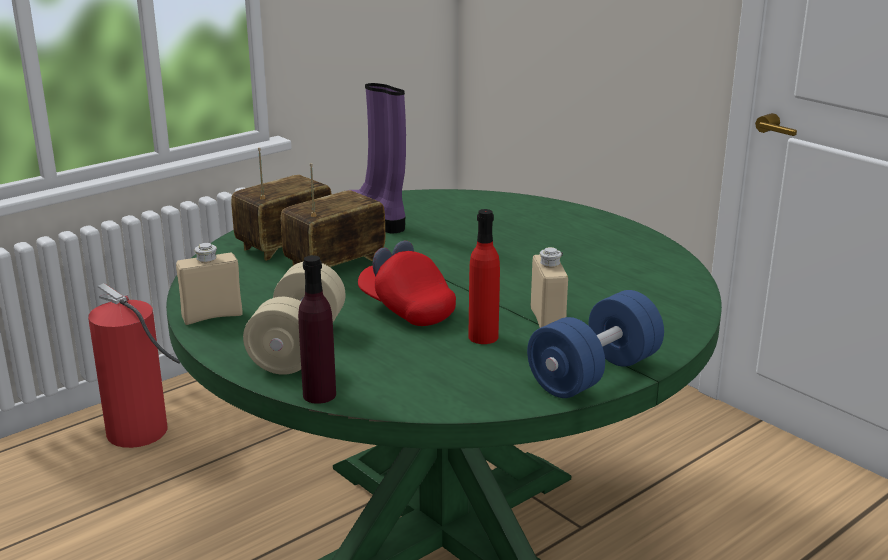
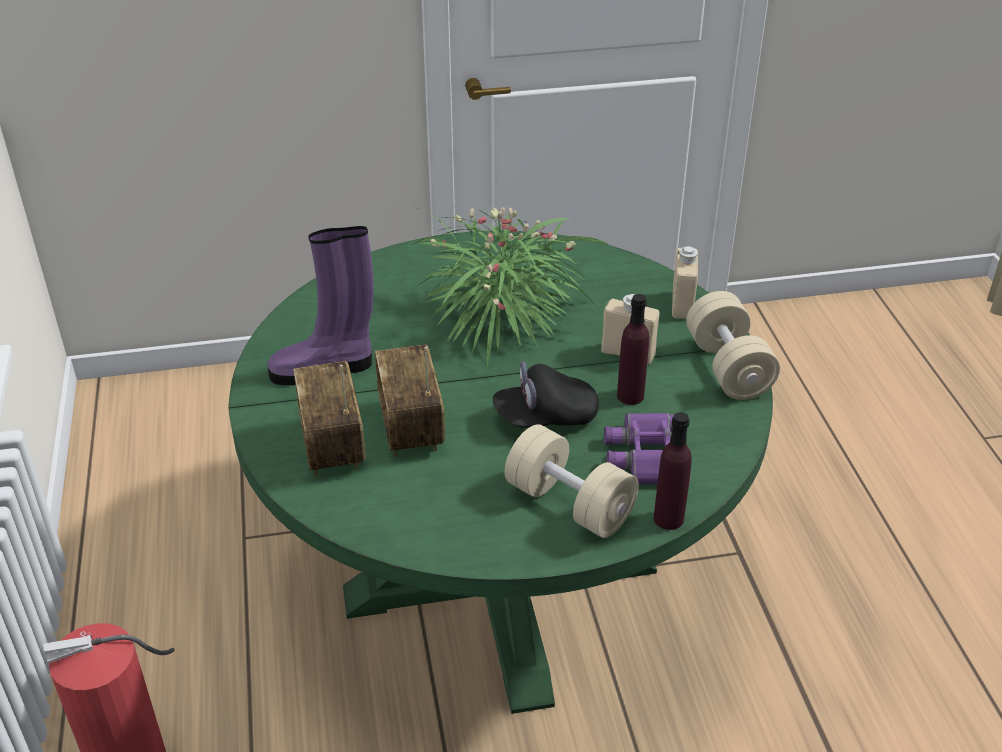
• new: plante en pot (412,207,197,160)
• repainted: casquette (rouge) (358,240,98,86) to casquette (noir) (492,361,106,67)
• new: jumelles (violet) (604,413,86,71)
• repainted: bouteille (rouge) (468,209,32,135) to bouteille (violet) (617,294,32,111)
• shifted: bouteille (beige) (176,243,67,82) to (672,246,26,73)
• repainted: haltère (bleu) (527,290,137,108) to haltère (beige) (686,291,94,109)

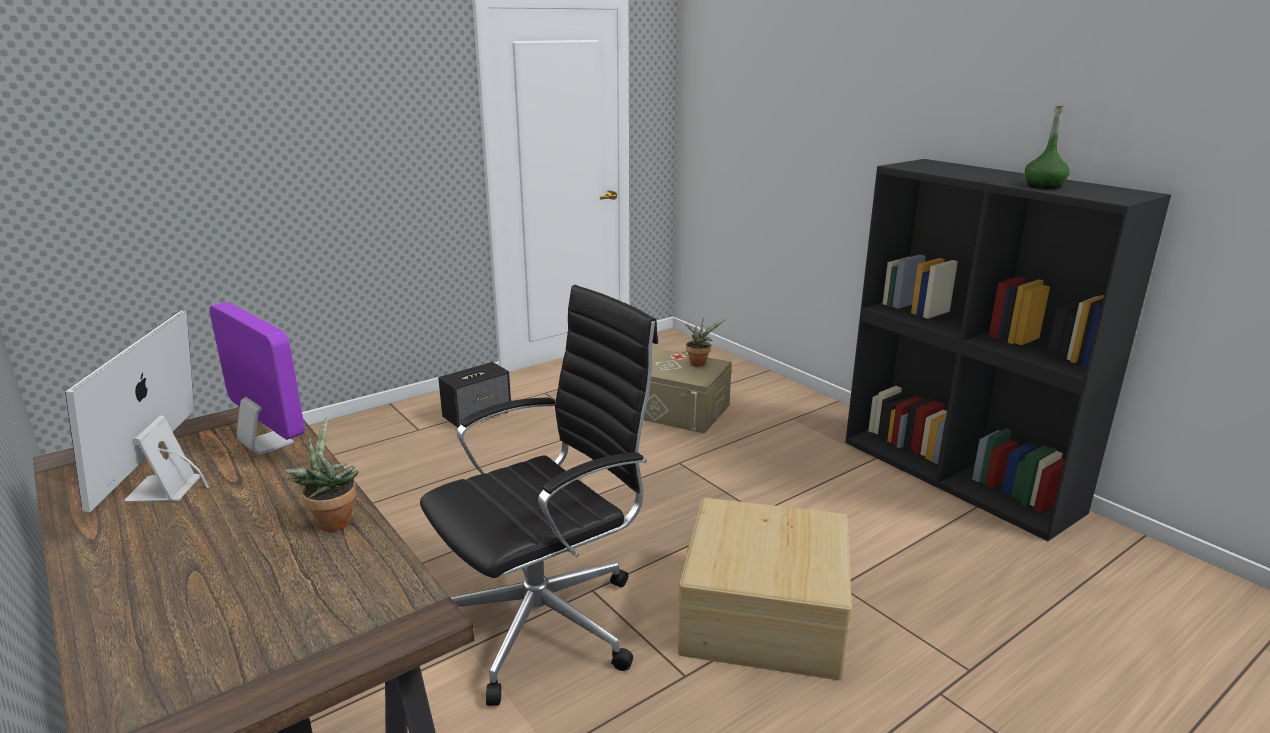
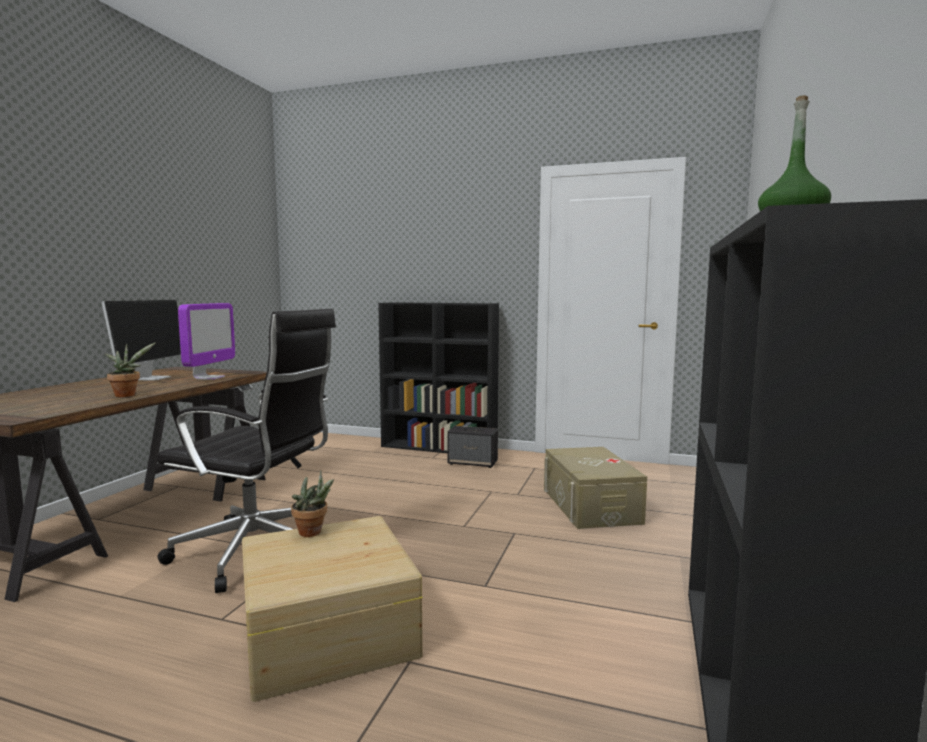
• rotated: écran d'ordinateur (65,310,144,202) = (102,300,79,81) 135 degrees clockwise
• shifted: plante en pot (685,318,42,49) to (291,470,43,67)
• new: bibliothèque (noir) (378,302,121,151)

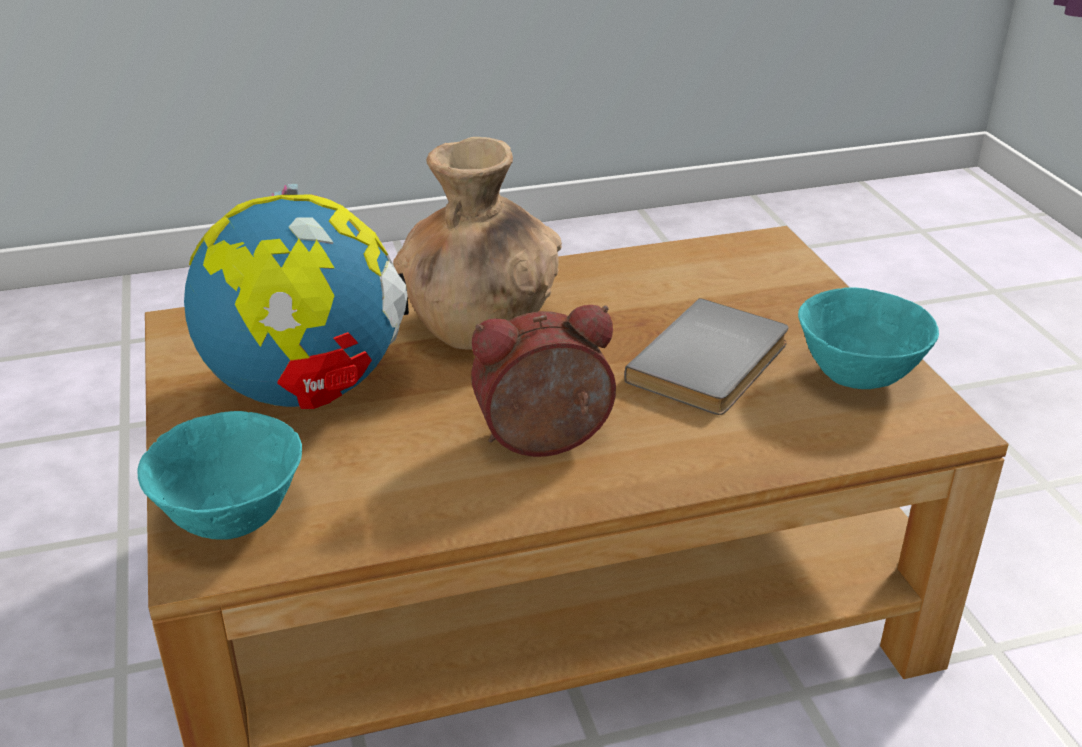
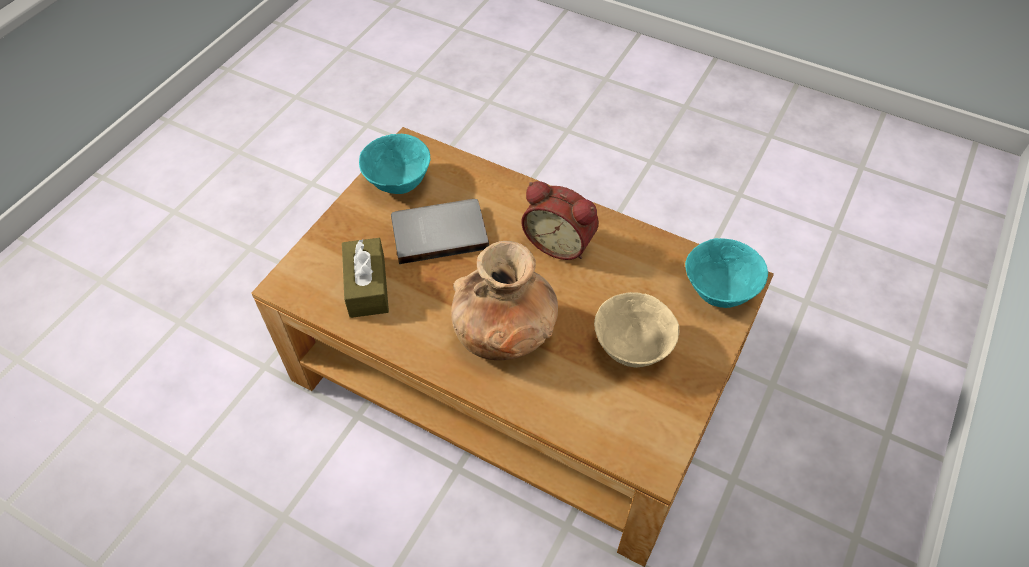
• new: boîte à mouchoirs (marron) (342,238,47,80)
• swapped: globe (184,184,225,225) to bol (beige) (594,292,86,75)

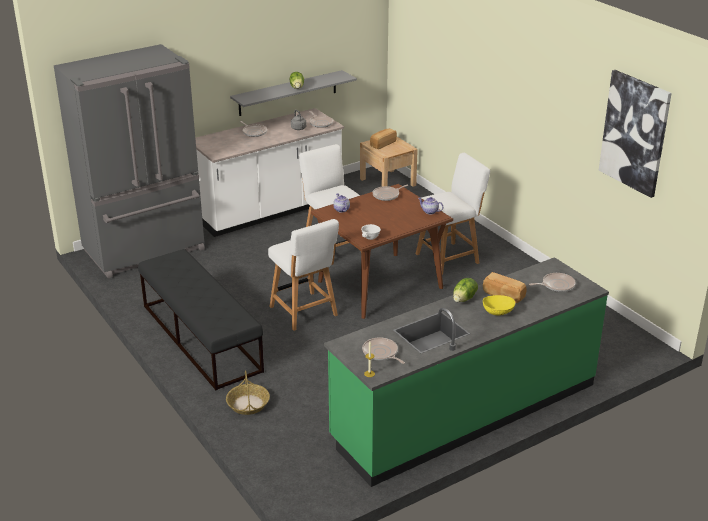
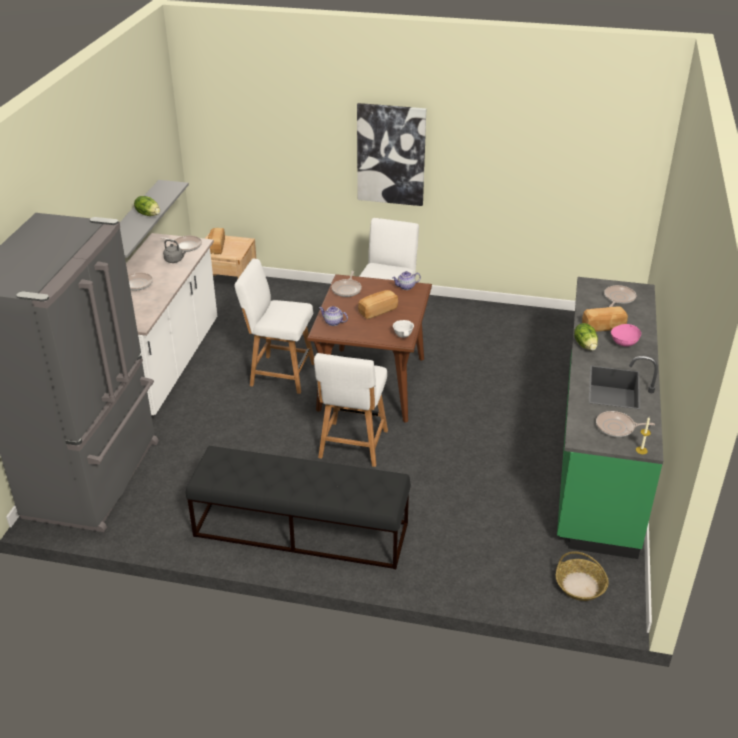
• rotated: chaise (blanc) (268,219,71,112) = (314,353,74,114) 90 degrees clockwise
• shifted: tableau (599,70,73,128) to (357,103,69,103)
• new: pain (358,290,40,29)
• shifted: panier (226,370,44,45) to (556,551,53,50)
• repainted: bol (jaune) (483,295,32,20) to bol (rose) (611,324,30,22)

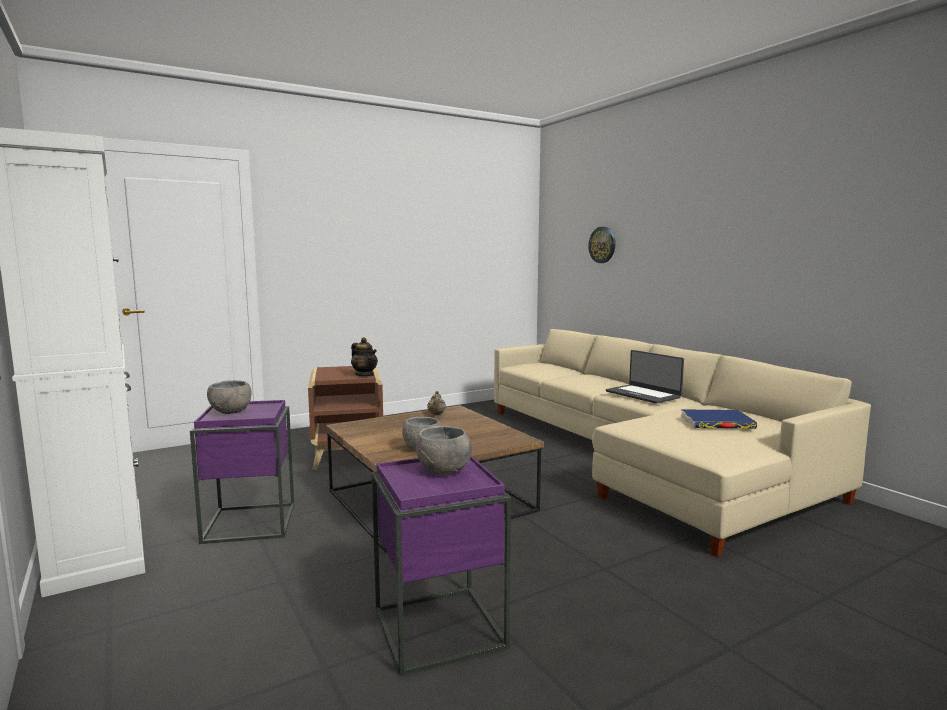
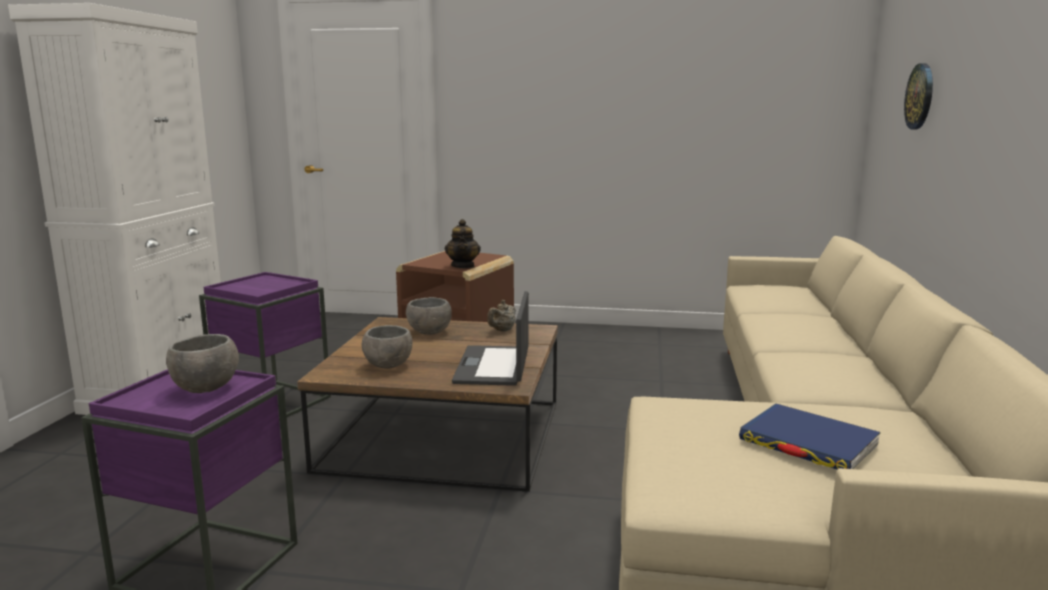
• shifted: bol (gris) (207,380,44,34) to (406,297,46,38)
• shifted: ordinateur portable (606,350,78,54) to (452,291,77,95)

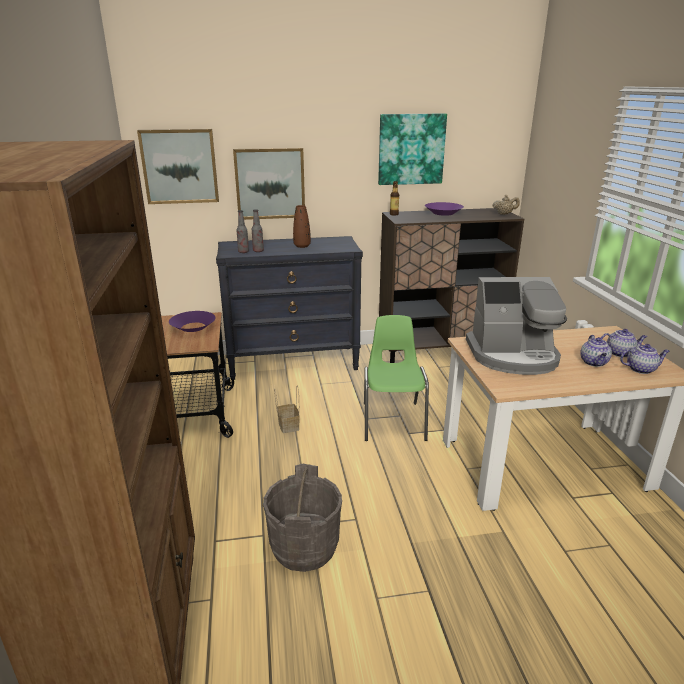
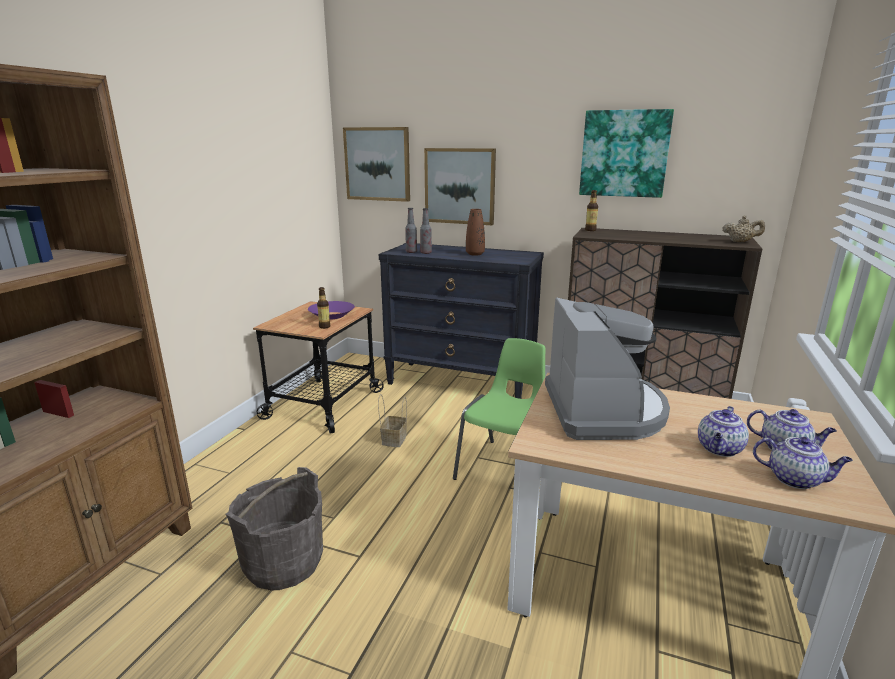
• new: bouteille (317,287,13,42)
• rotated: machine à café (466,277,101,98) = (545,297,125,143) 120 degrees counterclockwise
• gone: bol (violet) (425,202,39,14)

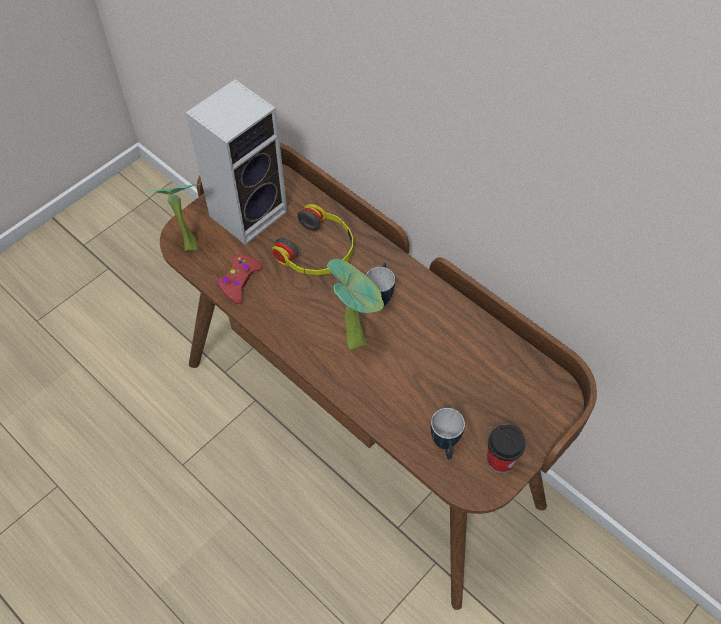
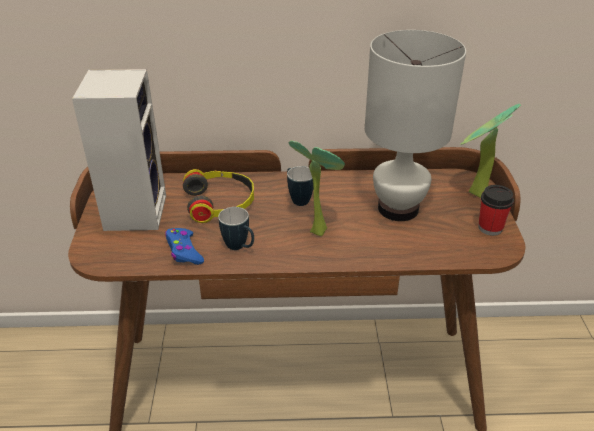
• repainted: manette (rouge) (217,254,46,50) to manette (bleu) (165,228,39,37)
• shifted: mug (431,408,34,52) to (218,207,36,43)
• new: lampe de table (blanc) (365,30,101,191)
• shifted: plante en pot (141,184,60,67) to (460,104,61,94)

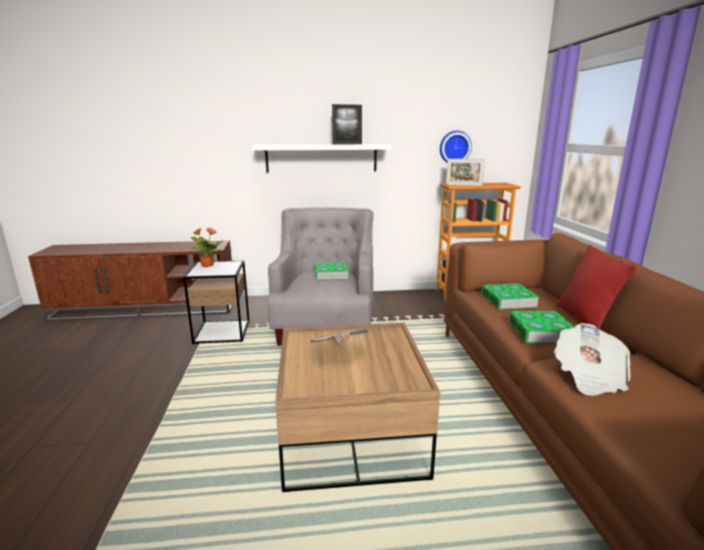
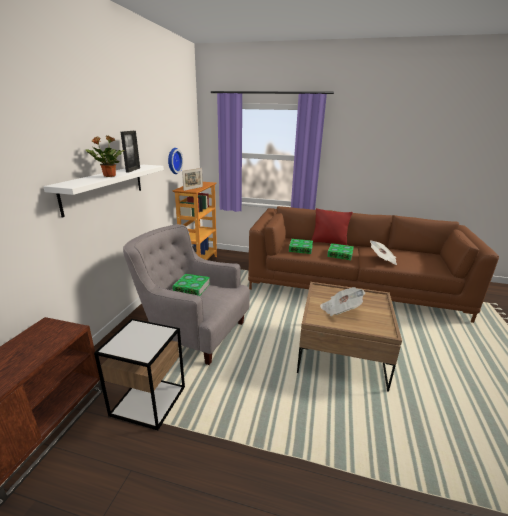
• shifted: plante en pot (188,228,35,39) to (86,136,38,41)

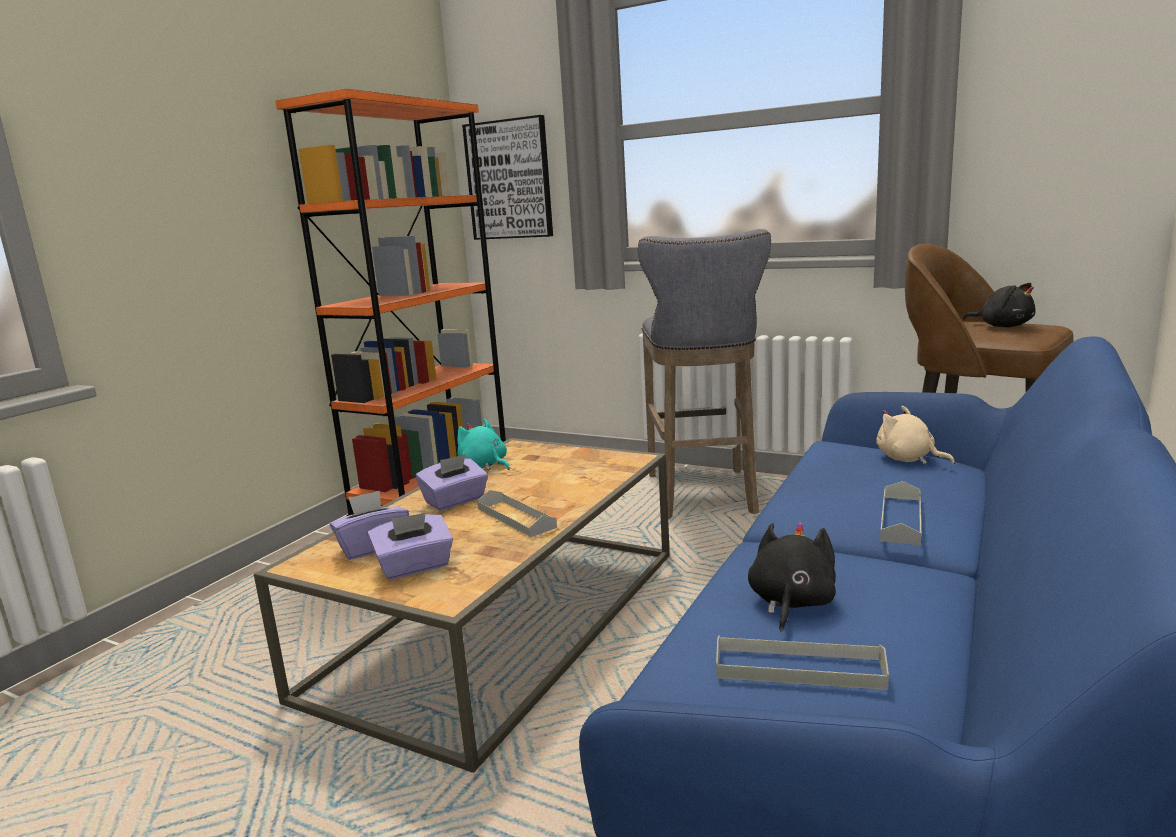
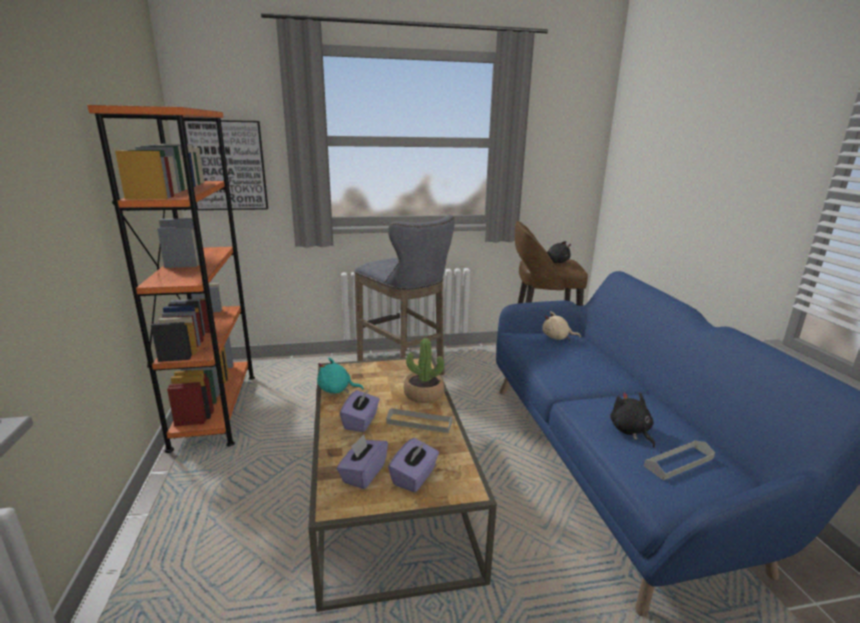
• new: plante en pot (404,338,40,65)
• gone: plateau (gris) (880,481,42,64)

